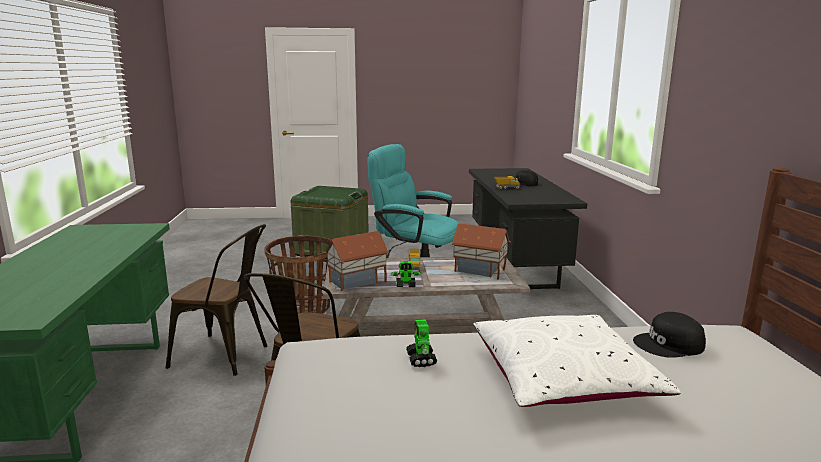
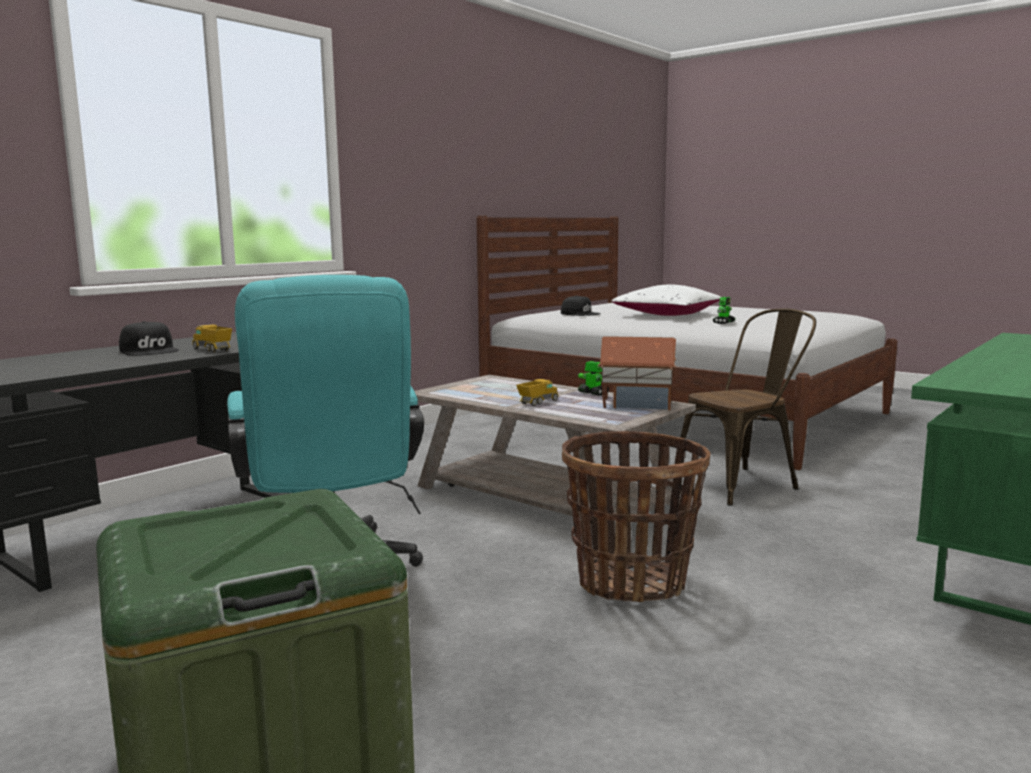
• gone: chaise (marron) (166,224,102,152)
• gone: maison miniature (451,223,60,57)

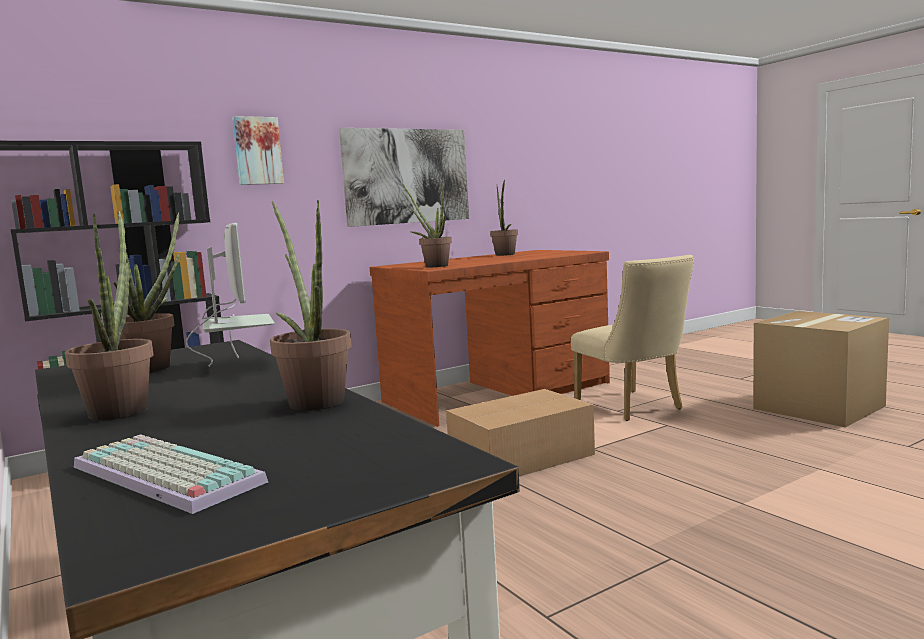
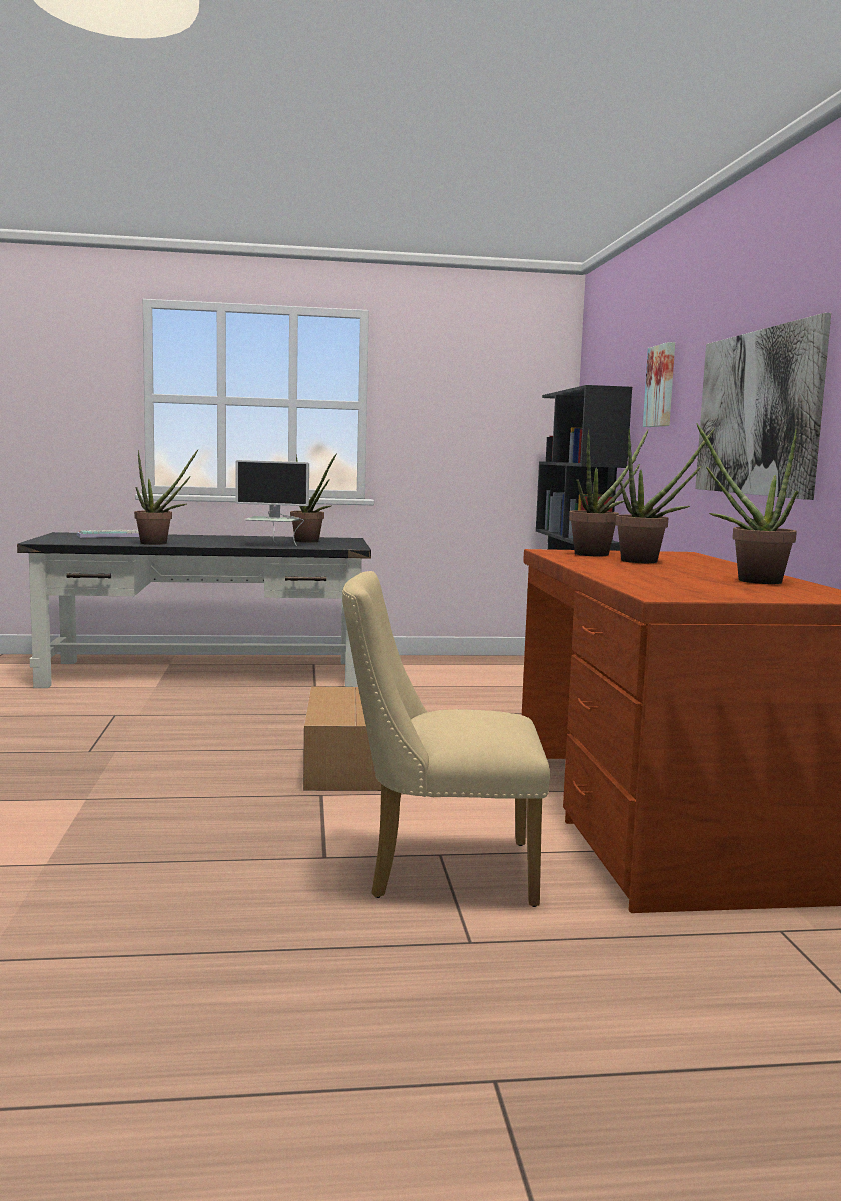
• shifted: plante en pot (65,211,88,209) to (615,428,100,135)
• gone: carton (753,311,136,117)

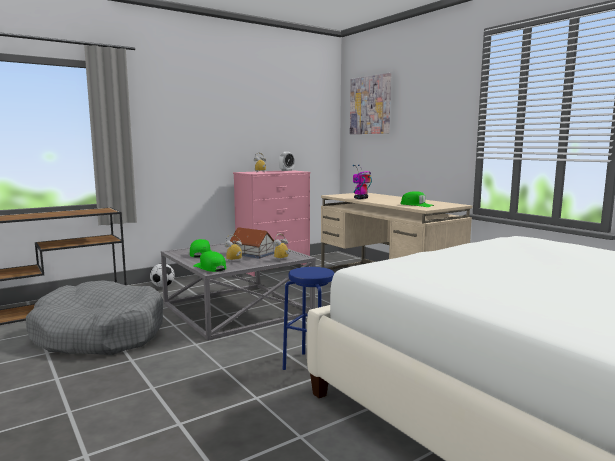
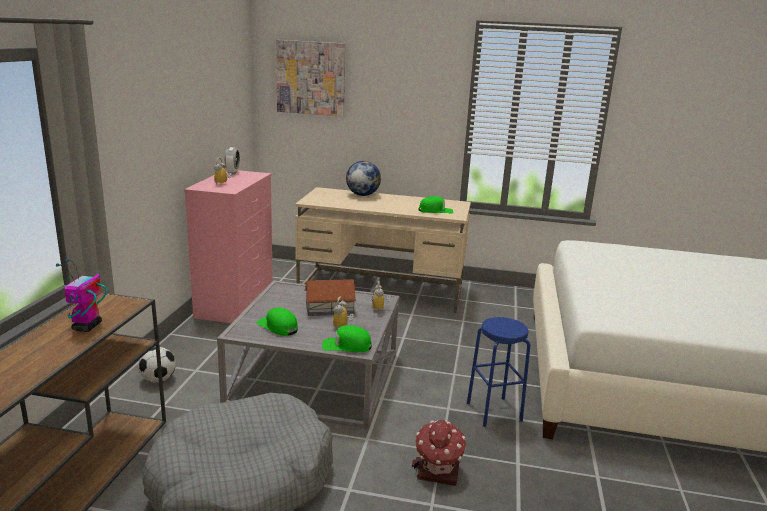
• shifted: robot jouet (353,165,19,34) to (56,259,51,73)
• new: globe (346,161,35,35)
• new: maison miniature (412,420,54,66)

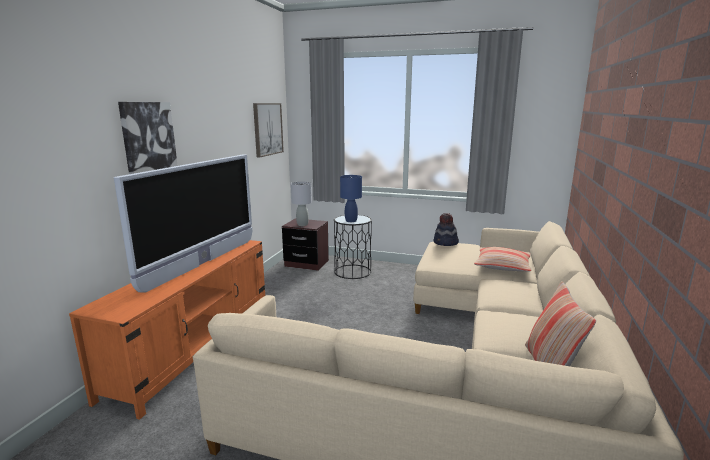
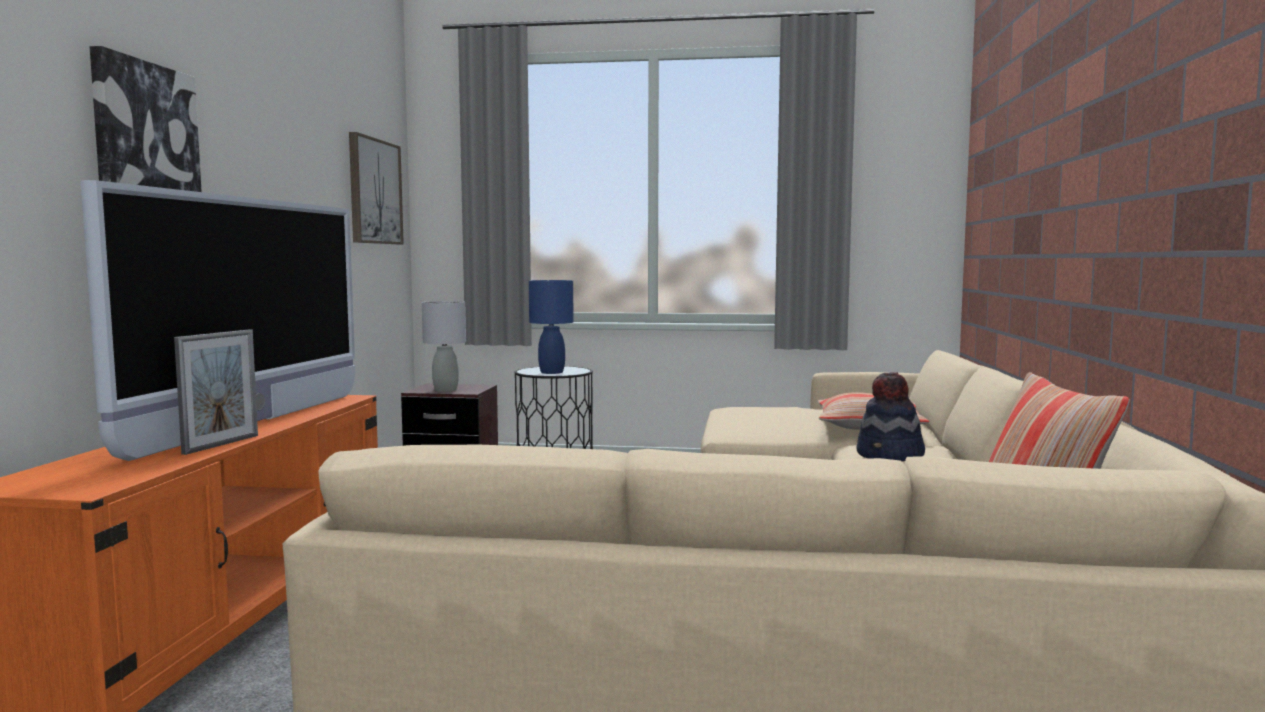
• new: cadre photo (174,330,84,125)
• shifted: chapeau (434,213,25,33) to (857,372,68,89)

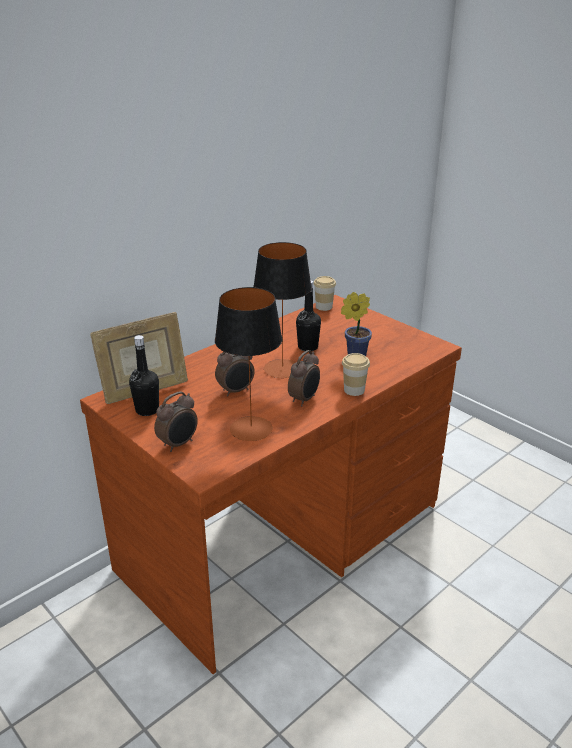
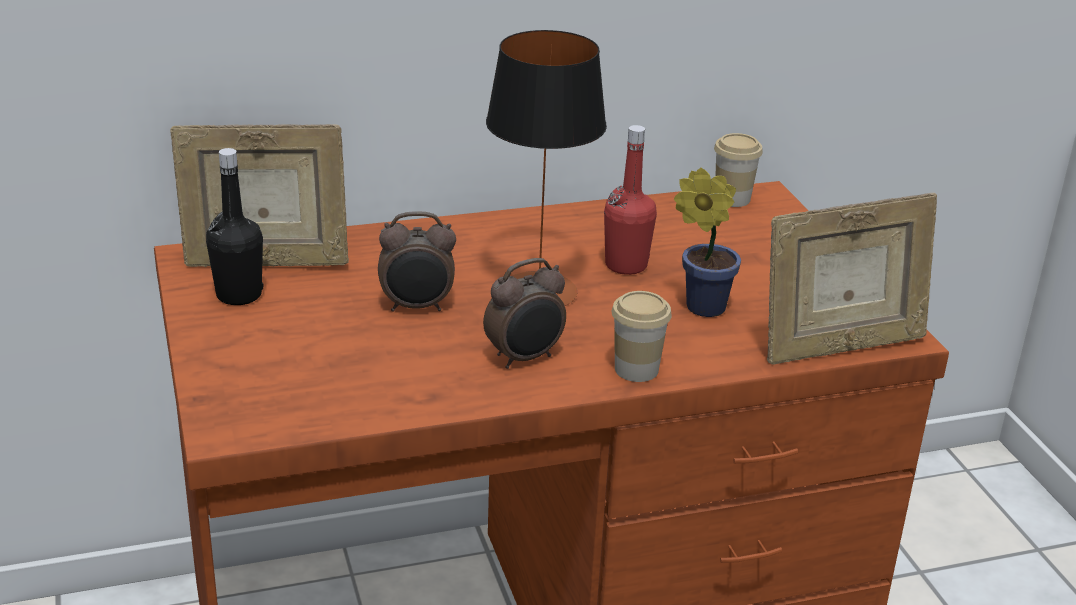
• repainted: bouteille (noir) (296,280,25,71) to bouteille (rouge) (604,125,53,150)
• new: cadre photo (767,193,170,171)
• gone: réveil (154,391,44,61)
• gone: lampe de table (215,287,67,154)

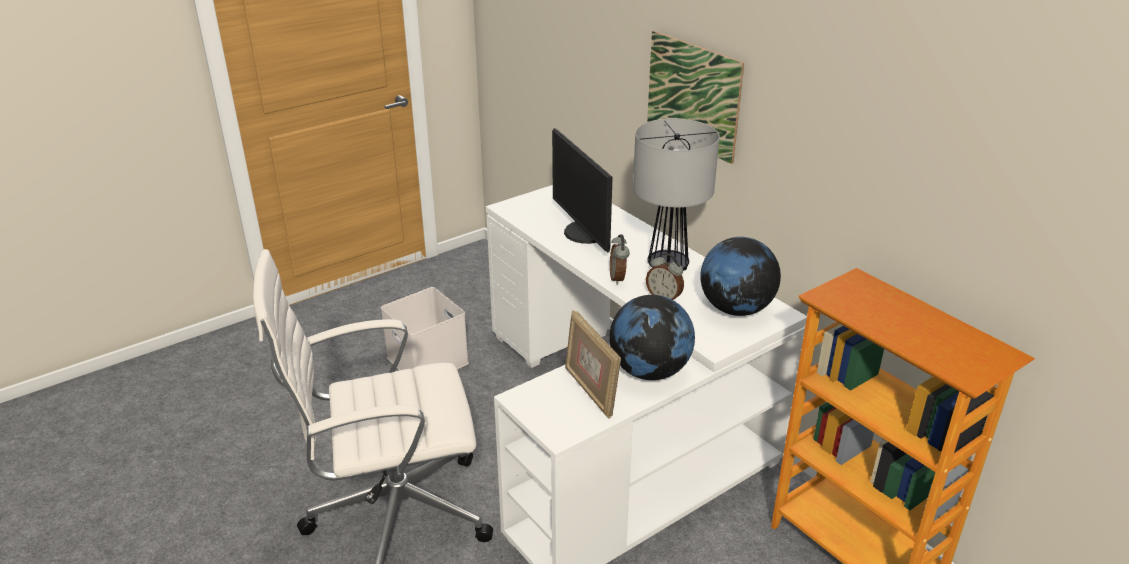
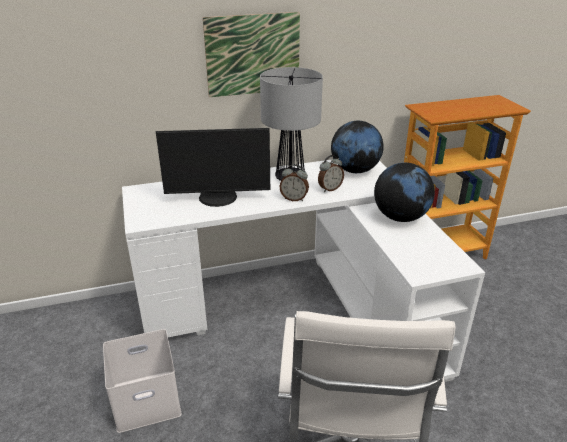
• gone: cadre photo (565,310,56,109)

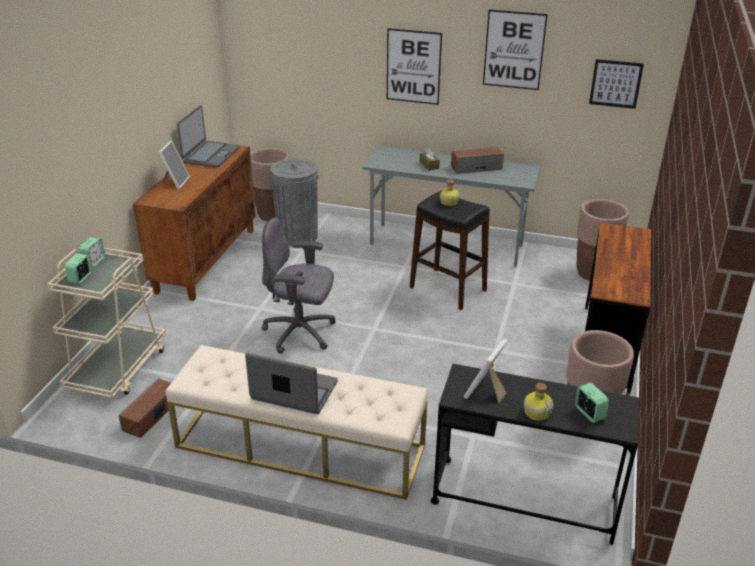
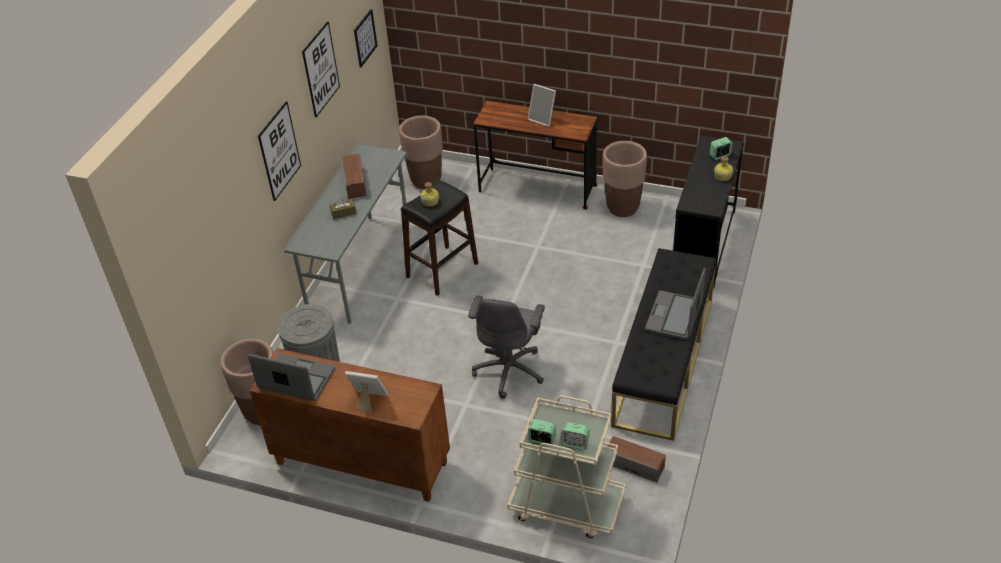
• shifted: cadre photo (464,339,43,64) to (528,84,28,43)
• repainted: banc (beige) (166,345,262,155) to banc (noir) (611,248,105,193)

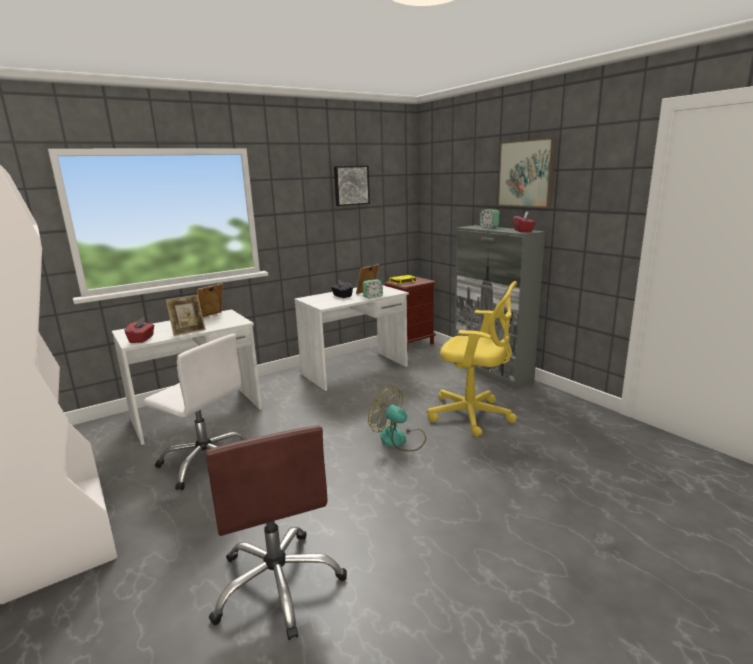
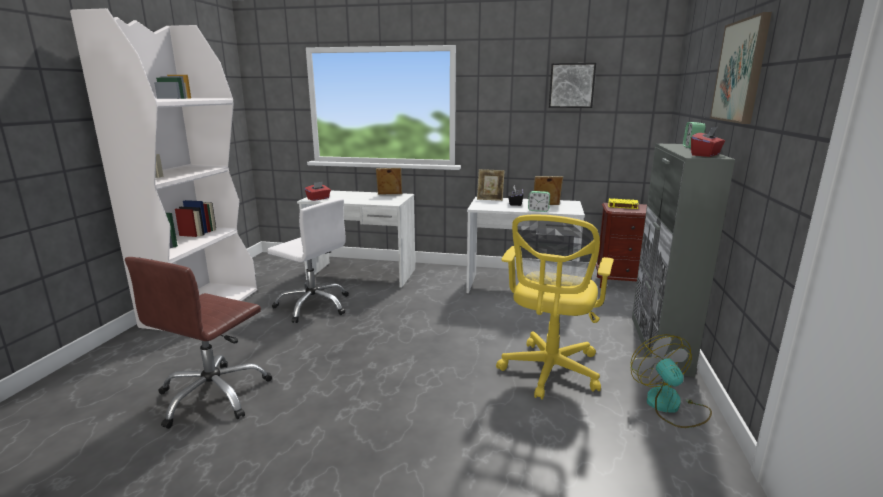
• rotated: chaise de bureau (blanc) (144,334,103,156) = (267,198,82,125) 45 degrees counterclockwise
• shifted: cadre photo (166,295,40,41) to (477,169,28,32)
• rotated: chaise de bureau (jaune) (427,281,90,156) = (496,215,118,185) 45 degrees clockwise
• shifted: ventilateur (368,386,58,65) to (630,334,82,94)

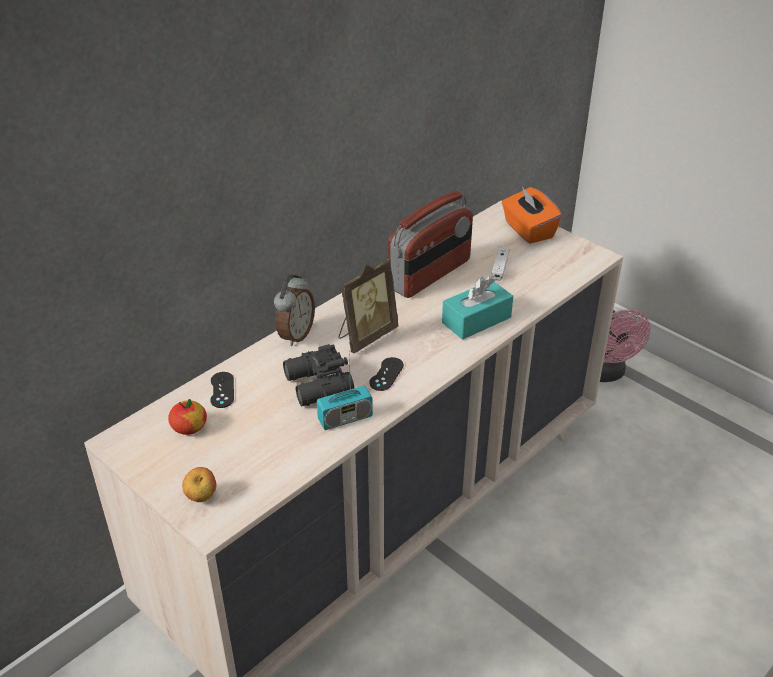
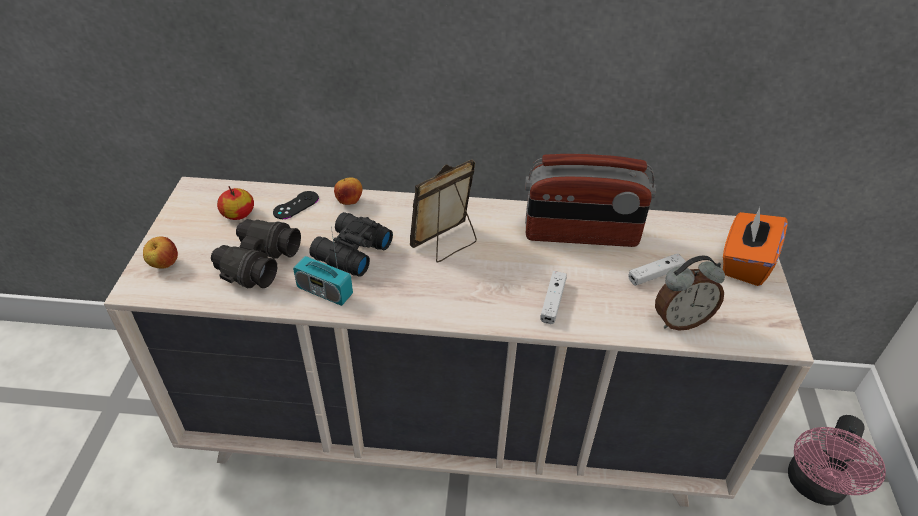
• new: jumelles (noir) (211,219,90,69)
• new: pomme (334,178,28,27)
• rotated: cadre photo (339,259,59,94) = (410,159,67,103) 135 degrees clockwise
• swapped: boîte à mouchoirs (turquoise) (442,276,71,64) to manette (blanc) (540,271,27,53)
• shifted: réveil (274,274,41,72) to (655,256,70,74)
• gone: manette (noir) (369,357,35,34)

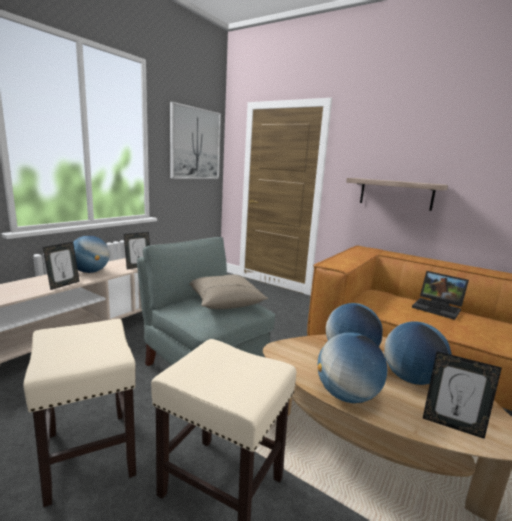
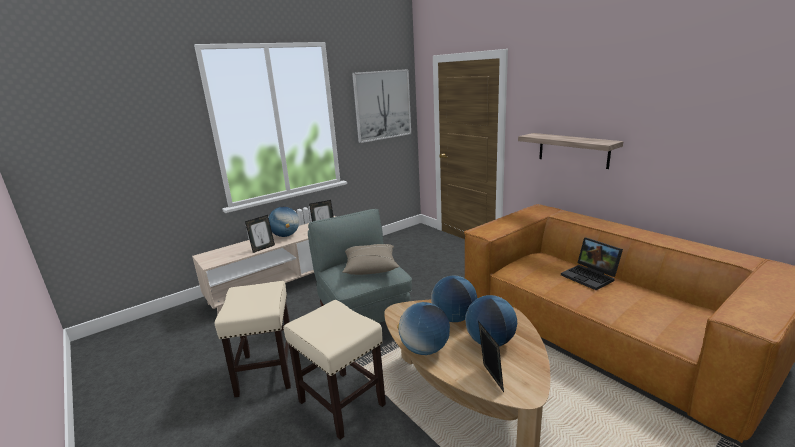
• rotated: cadre photo (423,351,79,88) = (478,321,26,71) 150 degrees counterclockwise

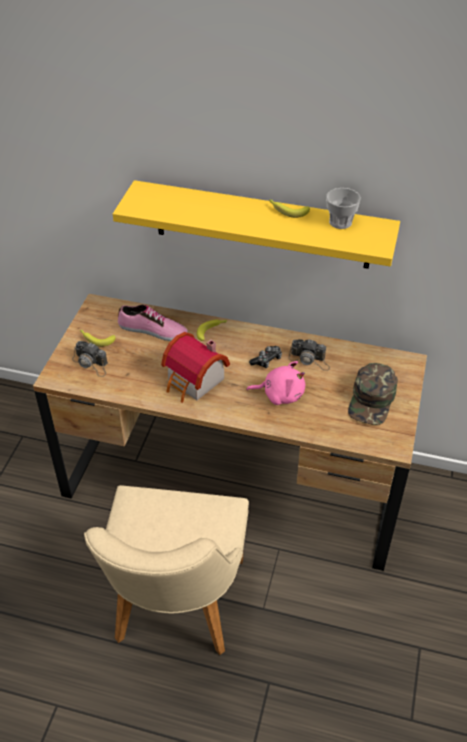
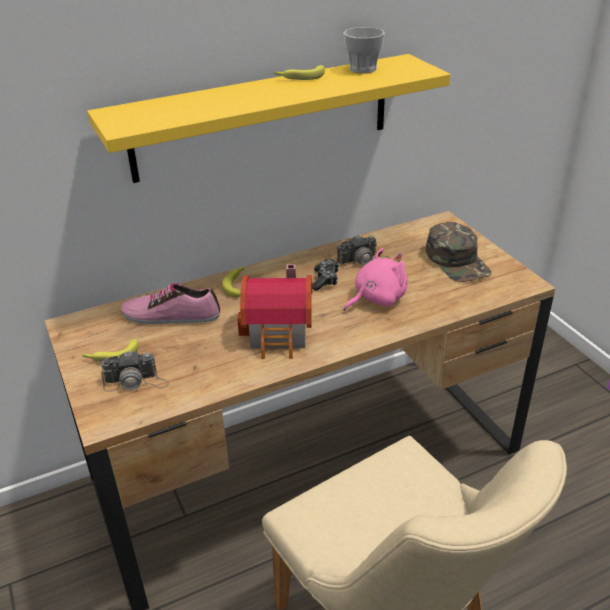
• rotated: chaussure (118,305,70,36) = (121,283,99,41) 150 degrees counterclockwise

